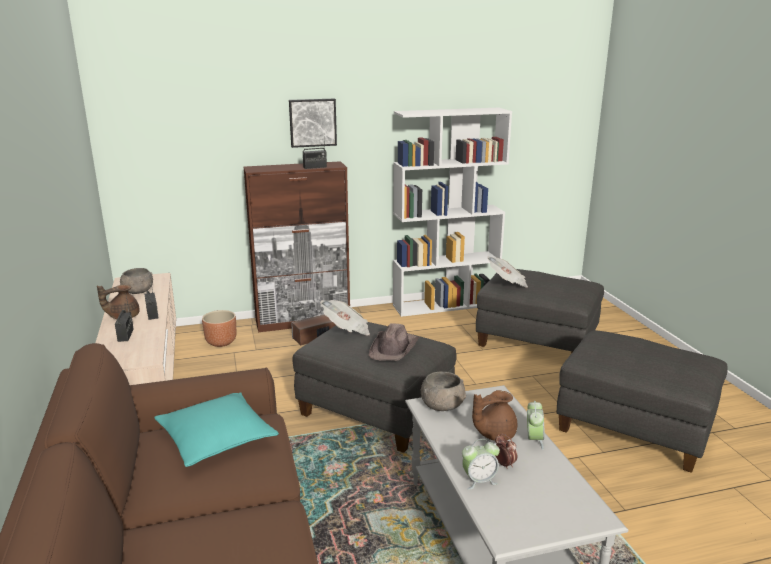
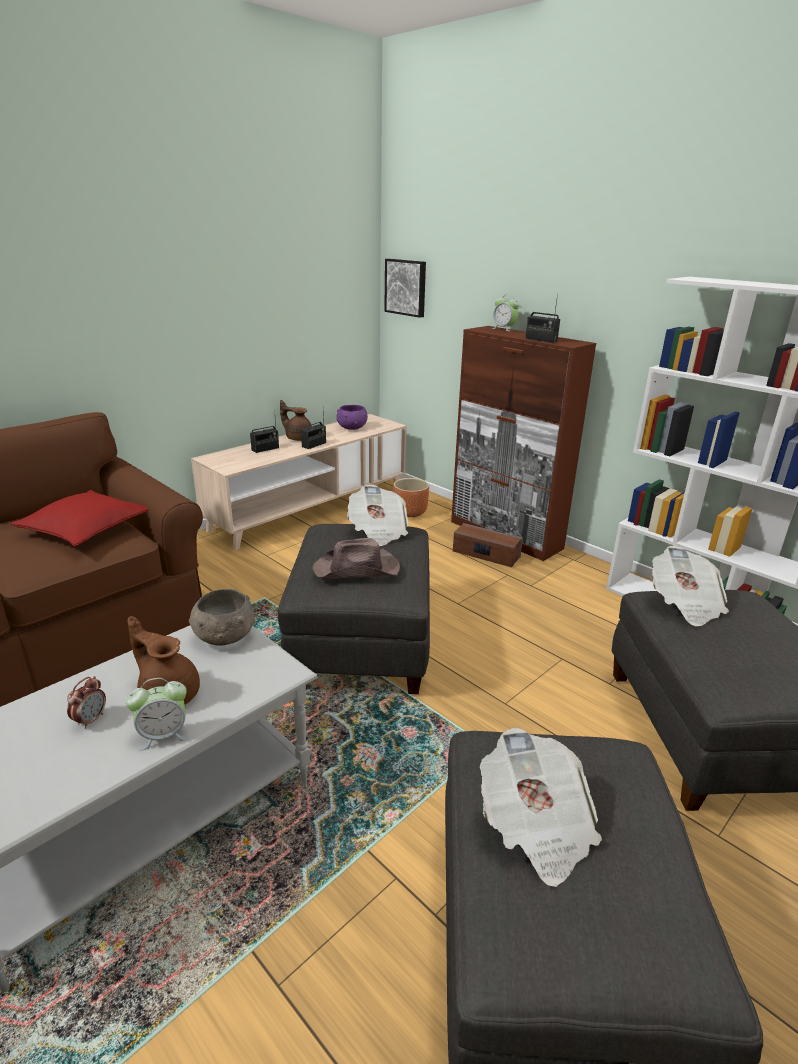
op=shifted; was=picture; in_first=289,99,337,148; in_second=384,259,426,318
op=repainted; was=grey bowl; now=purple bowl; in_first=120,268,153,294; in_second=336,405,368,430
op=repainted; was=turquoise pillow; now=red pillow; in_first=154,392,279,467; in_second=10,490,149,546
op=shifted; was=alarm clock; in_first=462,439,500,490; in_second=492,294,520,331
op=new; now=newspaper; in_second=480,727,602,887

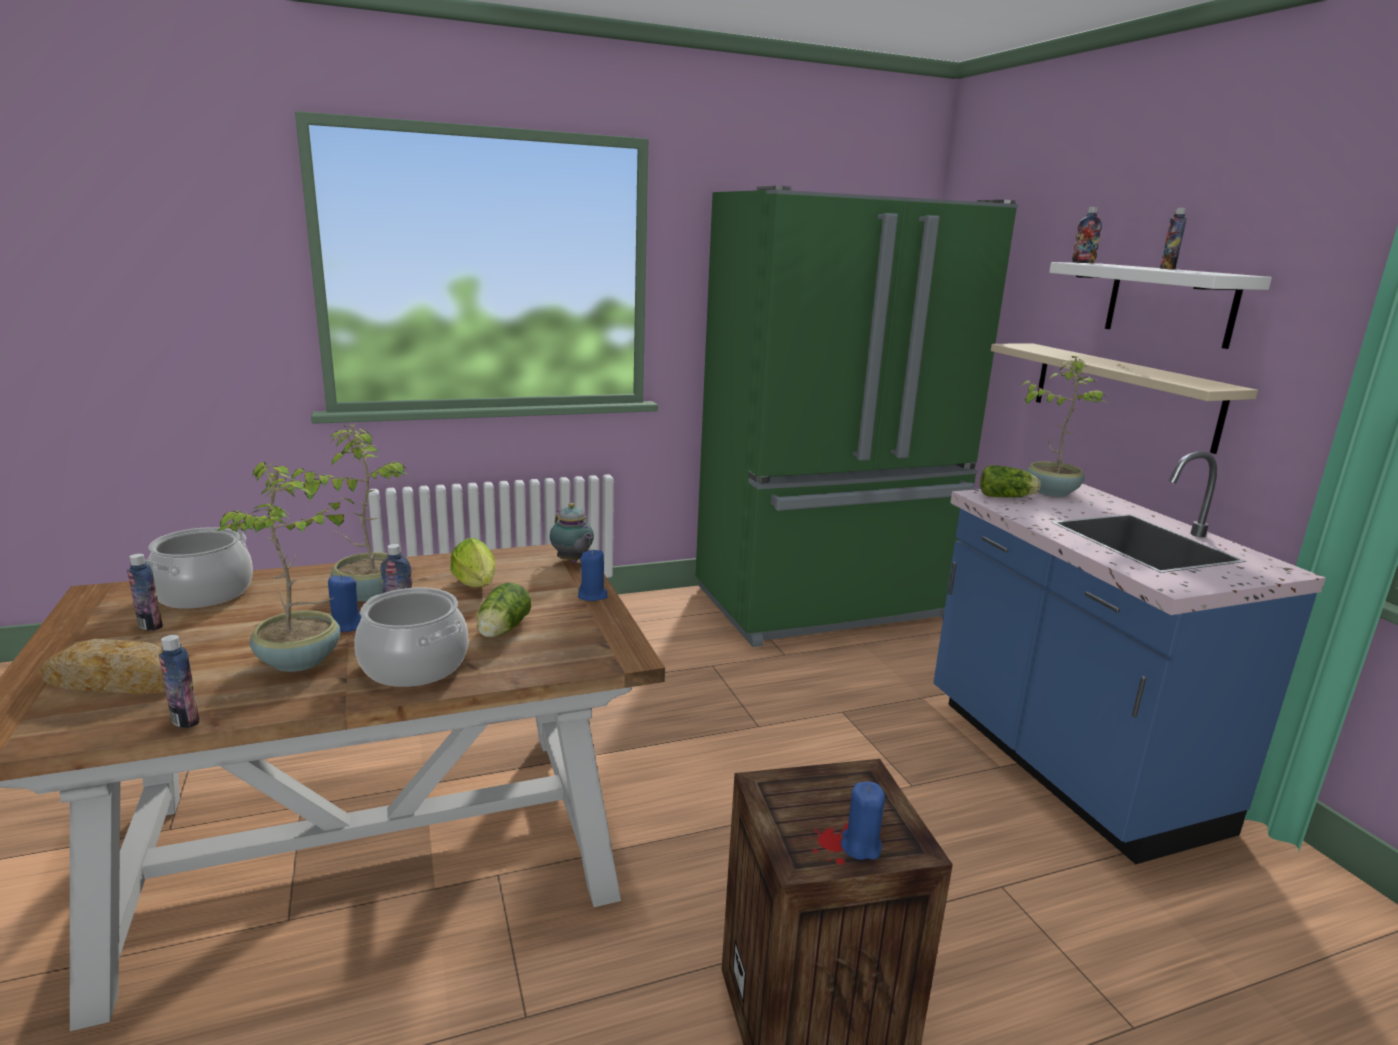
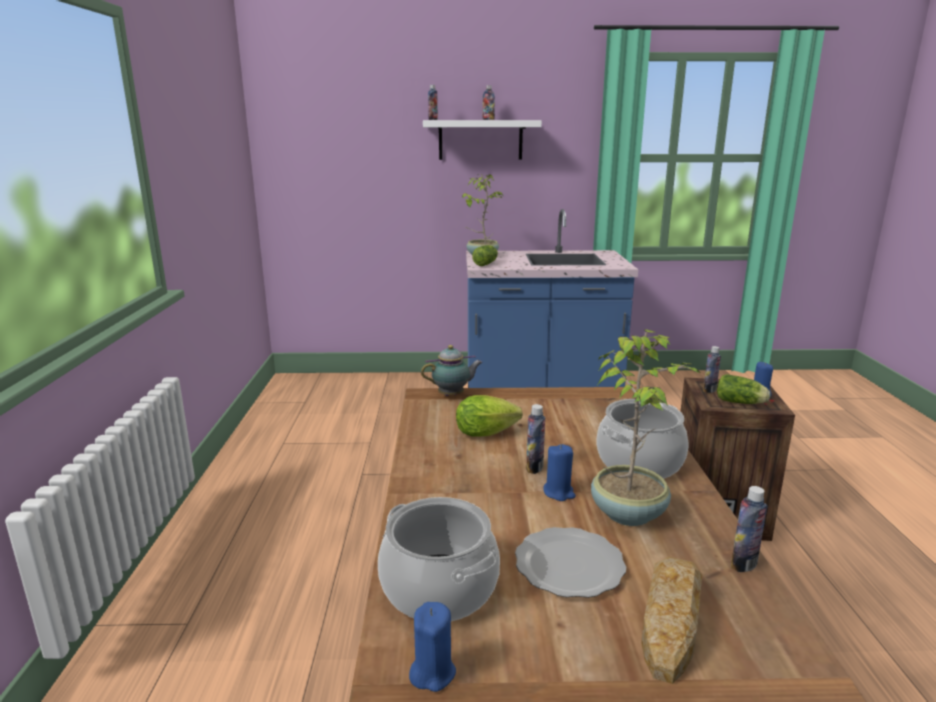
op=gone; was=green fridge; in_first=696,186,1018,647
op=gone; was=beige shelf; in_first=991,343,1258,454
op=gone; was=potted plant; in_first=291,425,408,601
op=shifted; was=blue candle; in_first=578,549,608,601; in_second=409,602,456,692
op=shifted; was=bottle; in_first=127,553,163,631; in_second=703,346,721,393
op=shifted; was=lettuce; in_first=477,582,531,638; in_second=717,374,770,404
op=new; now=plate; in_second=515,527,626,598

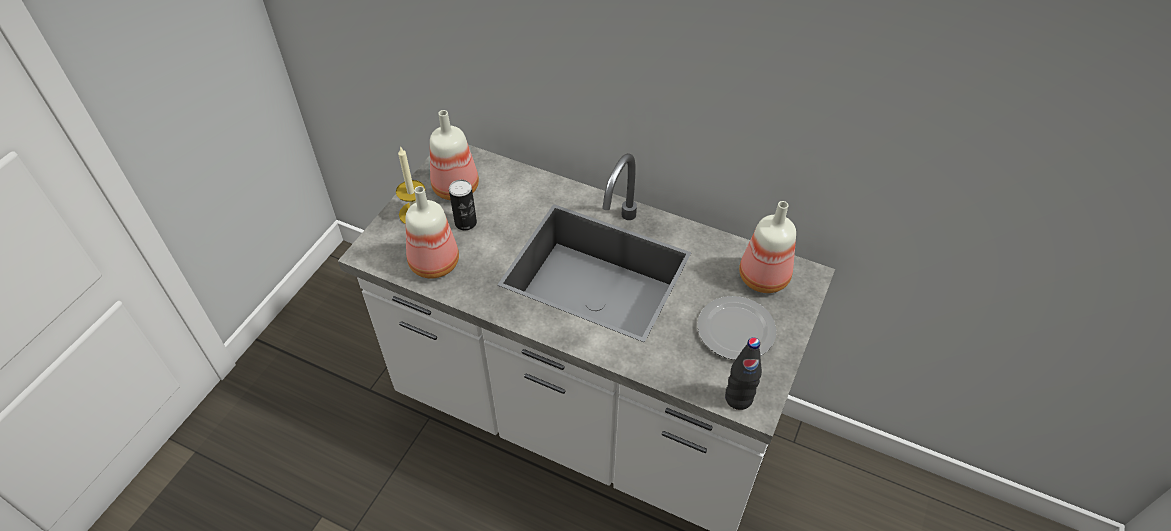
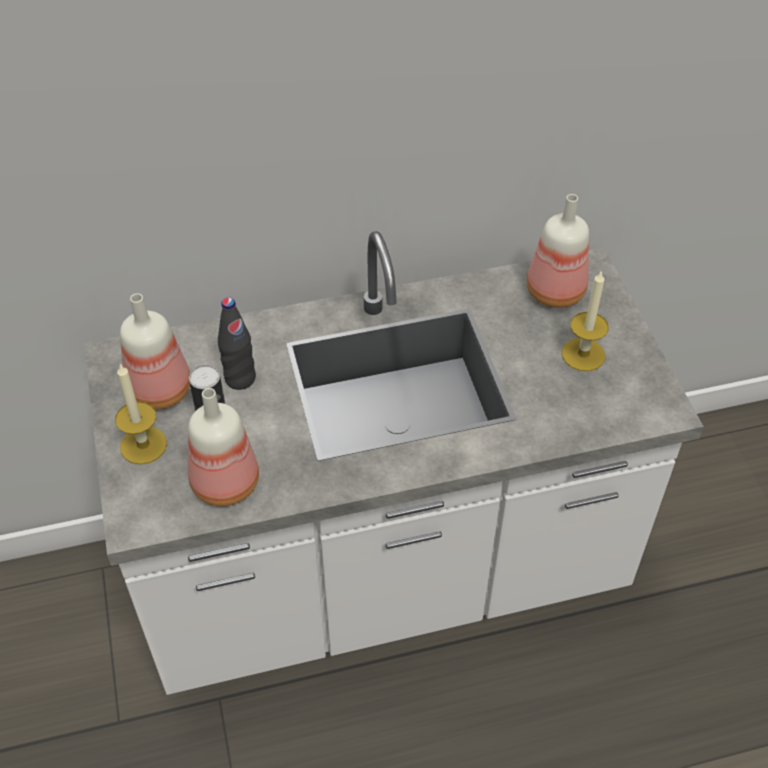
op=swapped; was=plate; now=candle; in_first=697,296,776,360; in_second=562,270,609,371
op=shifted; was=black bottle; in_first=725,337,762,410; in_second=218,297,256,390

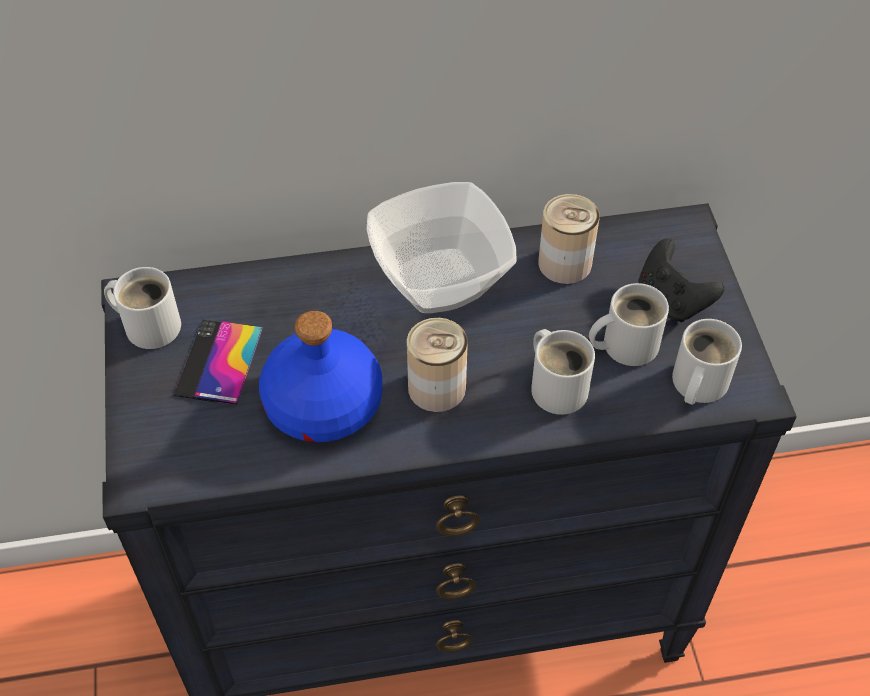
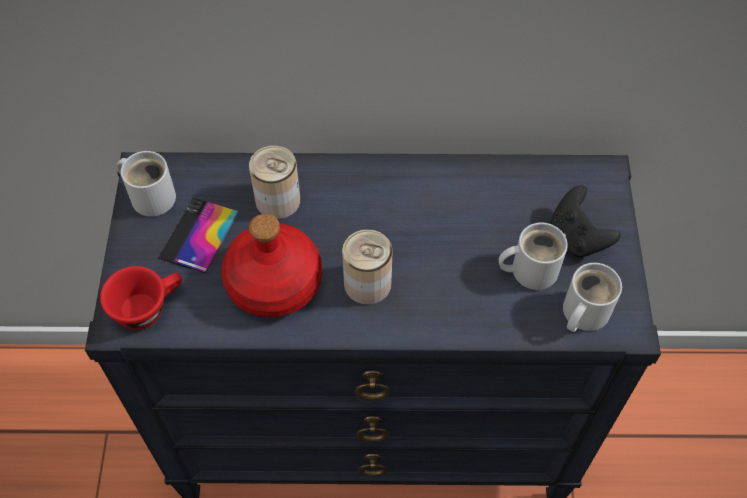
op=gone; was=bowl; in_first=367,182,517,313
op=shifted; was=can; in_first=538,194,599,284; in_second=249,146,300,219
op=repainted; was=blue bottle; now=red bottle; in_first=259,311,382,442; in_second=221,214,322,317
op=gone; was=white mug; in_first=531,329,595,415
op=new; now=red cup; in_second=100,266,182,330

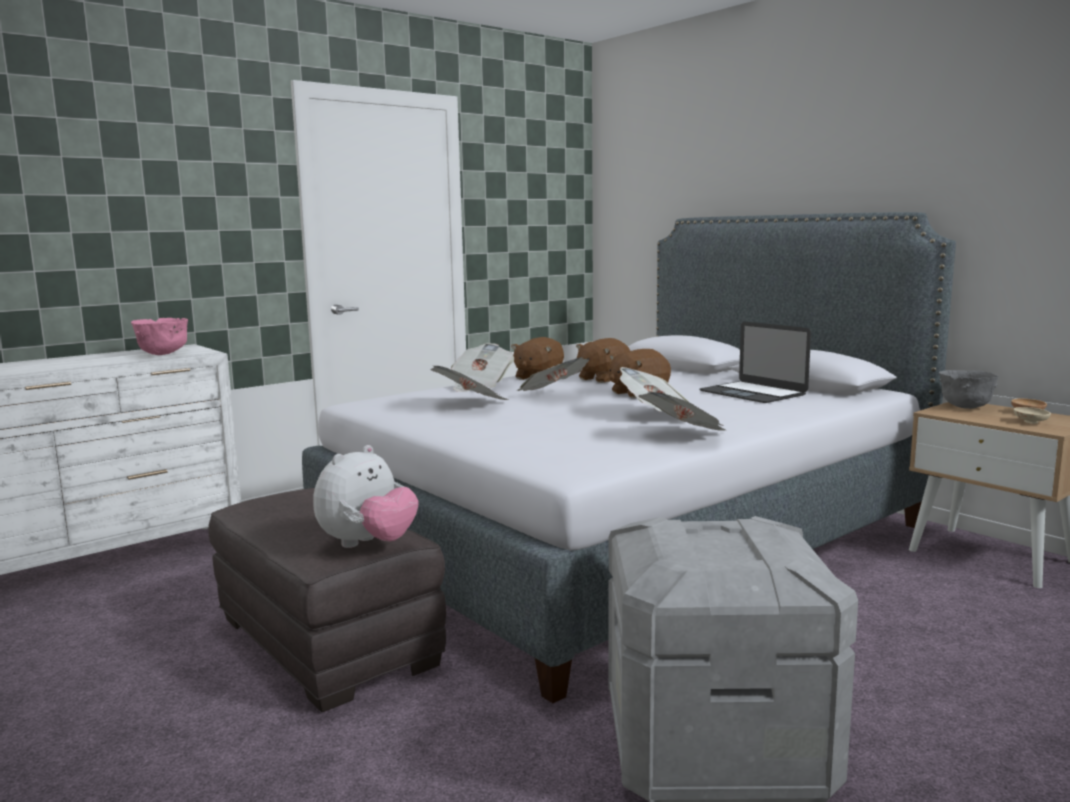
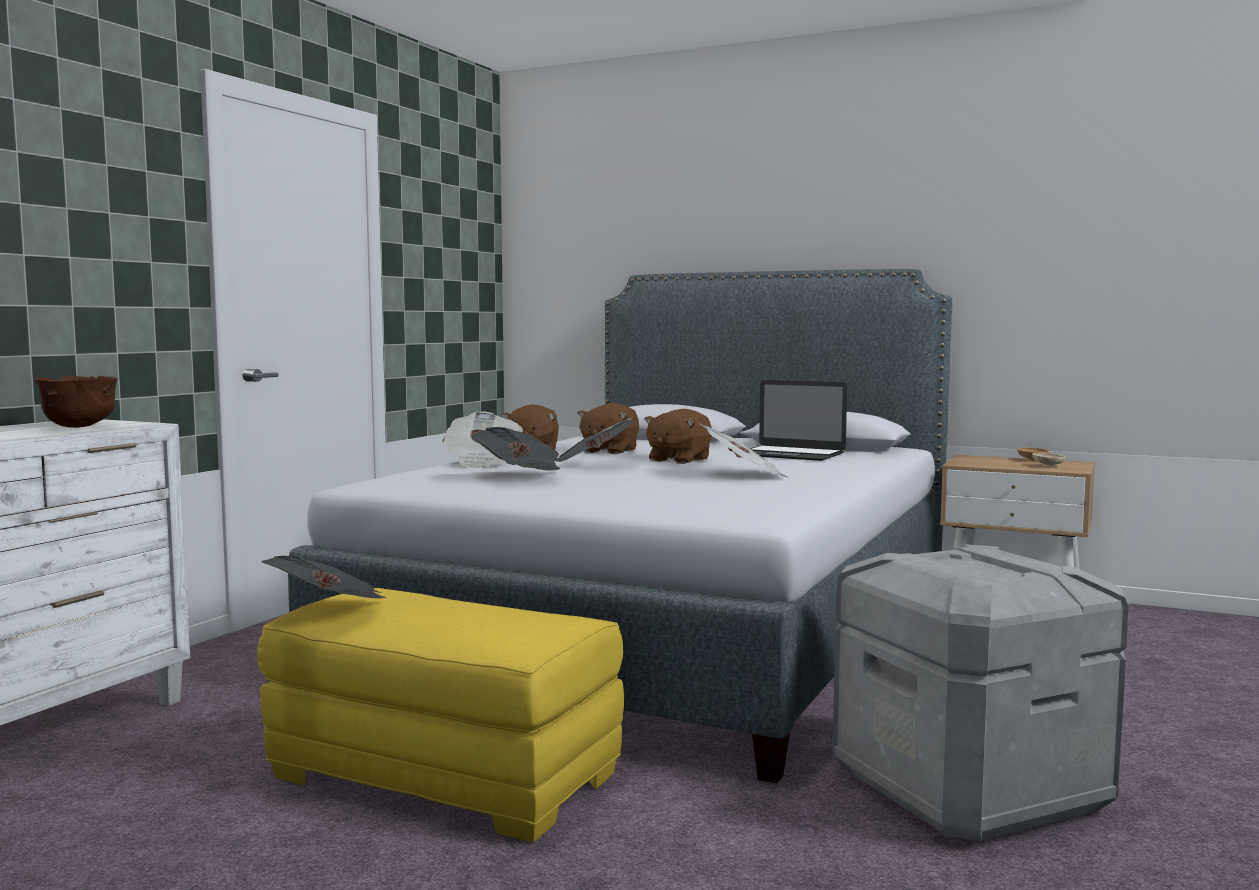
op=repainted; was=pink bowl; now=brown bowl; in_first=131,318,188,355; in_second=34,376,118,428
op=gone; was=grey bowl; in_first=939,370,998,409
op=shifted; was=newspaper; in_first=638,392,726,431; in_second=262,556,386,599
op=gone; was=plush toy; in_first=313,445,419,548
op=repainted; was=grey ottoman; now=yellow ottoman; in_first=208,488,446,712; in_second=257,588,624,842

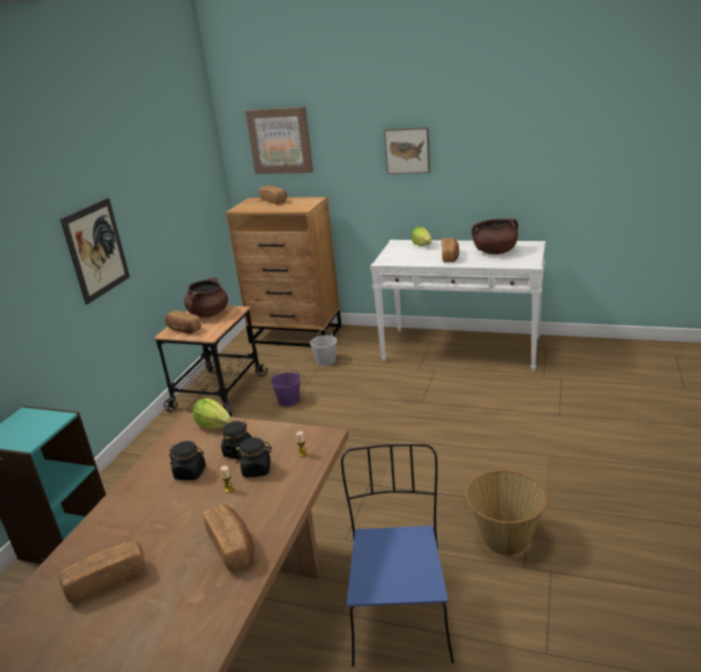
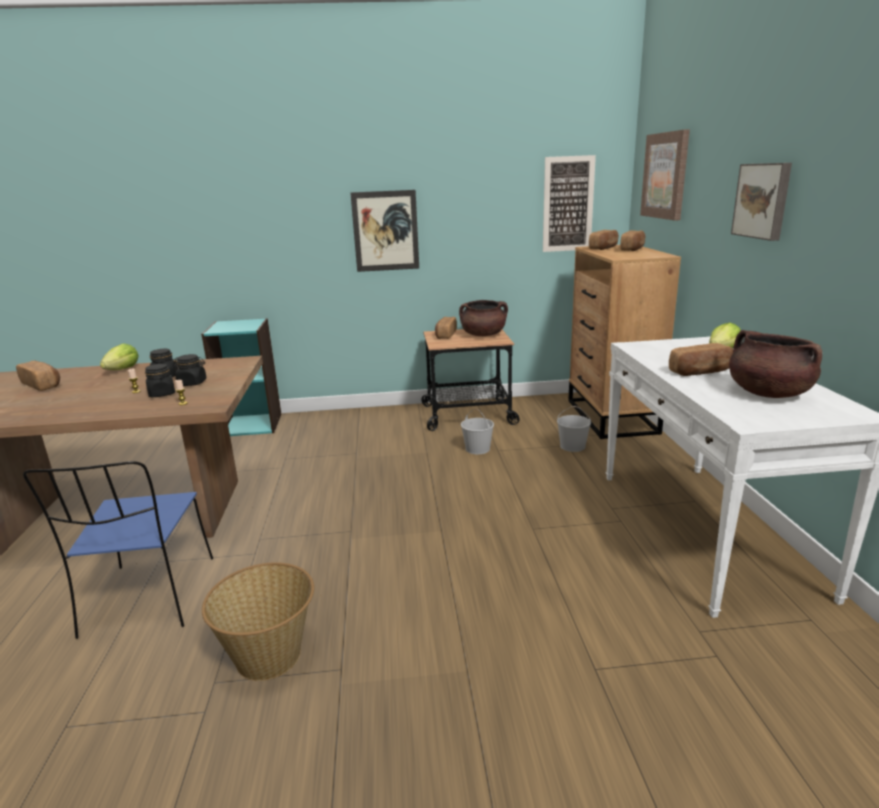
op=repainted; was=purple bucket; now=white bucket; in_first=271,367,300,407; in_second=461,409,494,454
op=shifted; was=lettuce; in_first=193,398,232,429; in_second=100,343,139,370
op=rotated; was=blue chair; in_first=341,444,454,667; in_second=23,461,213,639; clockwise=105
op=shifted; was=bread; in_first=203,504,255,572; in_second=589,230,619,250
op=new; now=picture; in_second=543,155,596,252

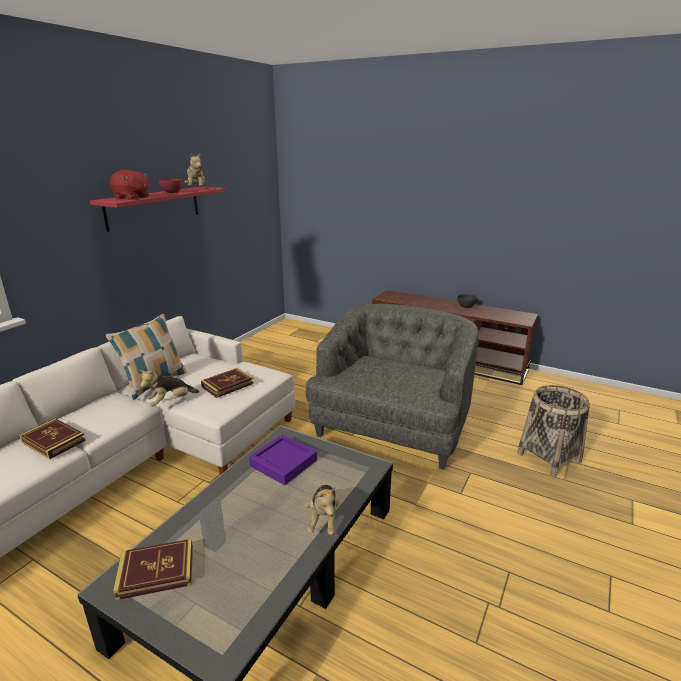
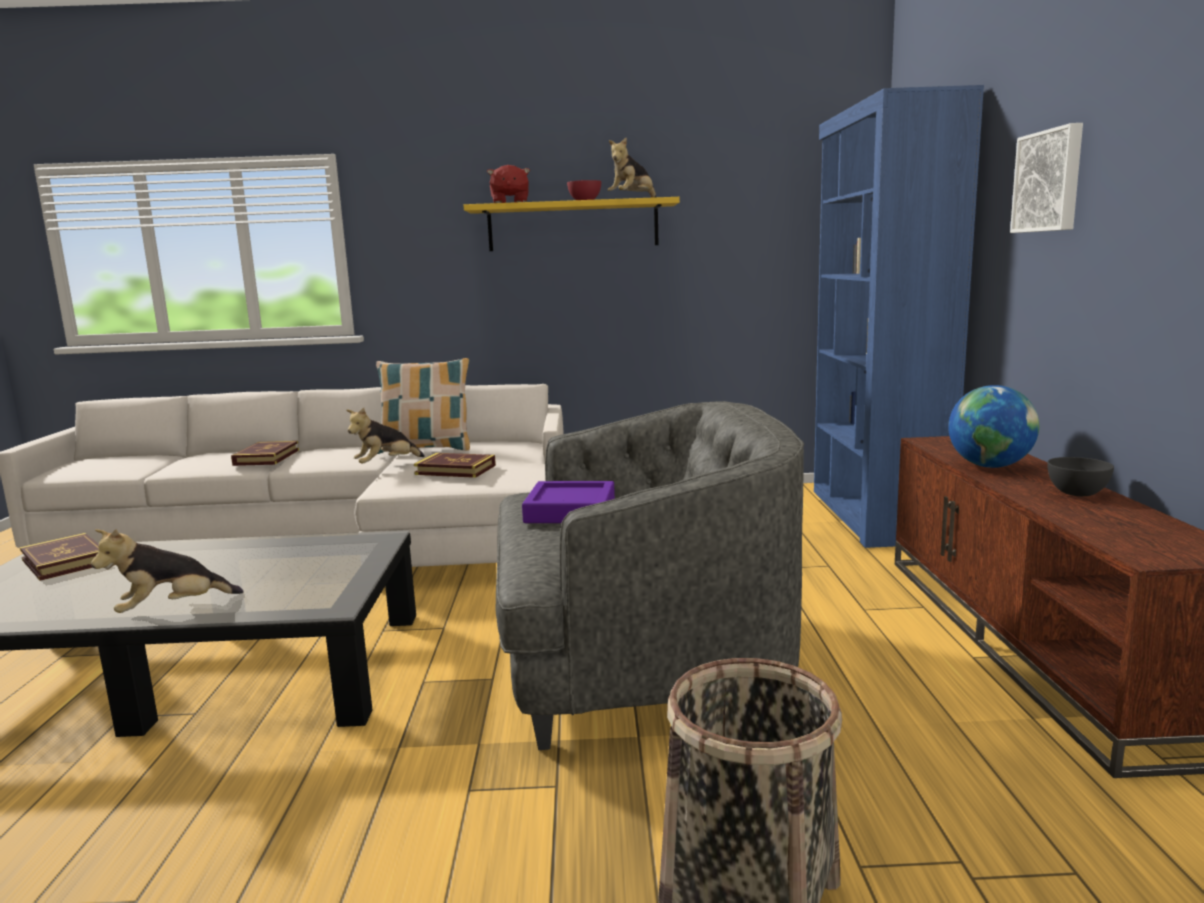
op=repainted; was=red shelf; now=yellow shelf; in_first=90,187,226,232; in_second=463,197,680,251
op=rotated; was=plush toy; in_first=139,370,199,406; in_second=346,408,425,464; clockwise=-60
op=shifted; was=purple tray; in_first=249,435,317,485; in_second=522,481,615,523
op=new; now=blue bookcase; in_second=814,85,984,548
op=new; now=picture; in_second=1010,123,1083,233
op=new; now=globe; in_second=948,385,1039,468

